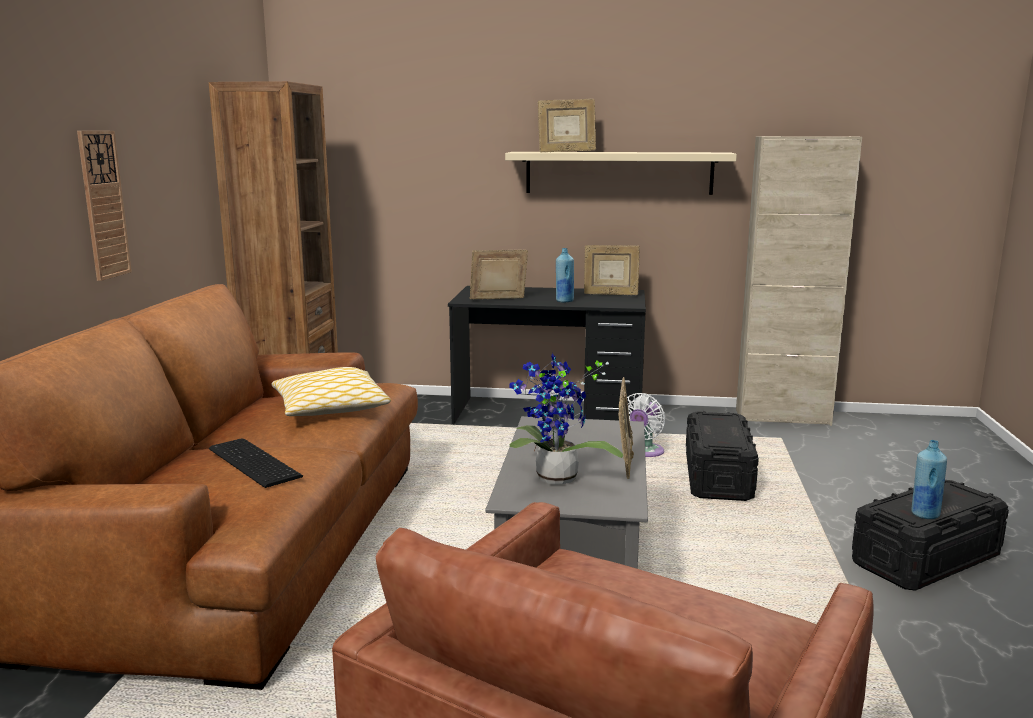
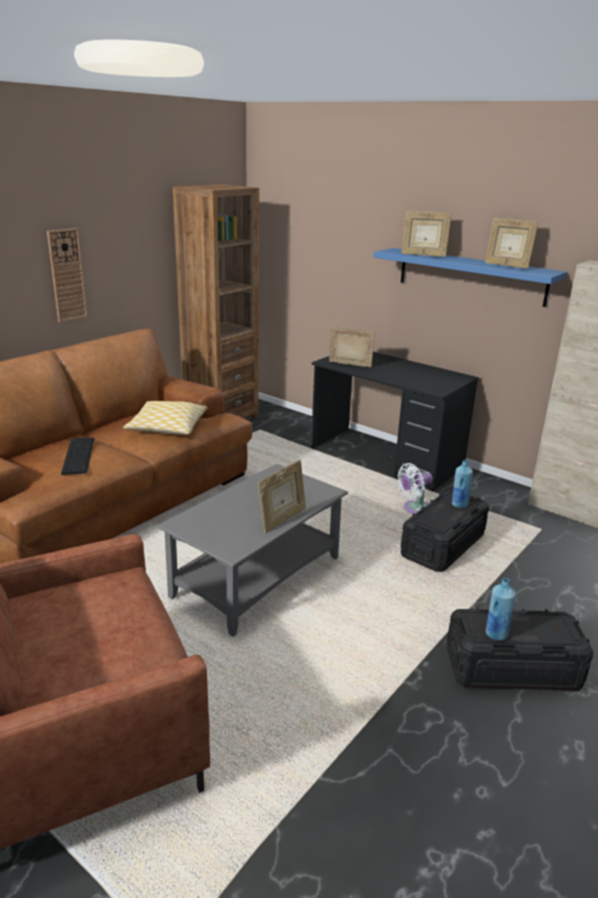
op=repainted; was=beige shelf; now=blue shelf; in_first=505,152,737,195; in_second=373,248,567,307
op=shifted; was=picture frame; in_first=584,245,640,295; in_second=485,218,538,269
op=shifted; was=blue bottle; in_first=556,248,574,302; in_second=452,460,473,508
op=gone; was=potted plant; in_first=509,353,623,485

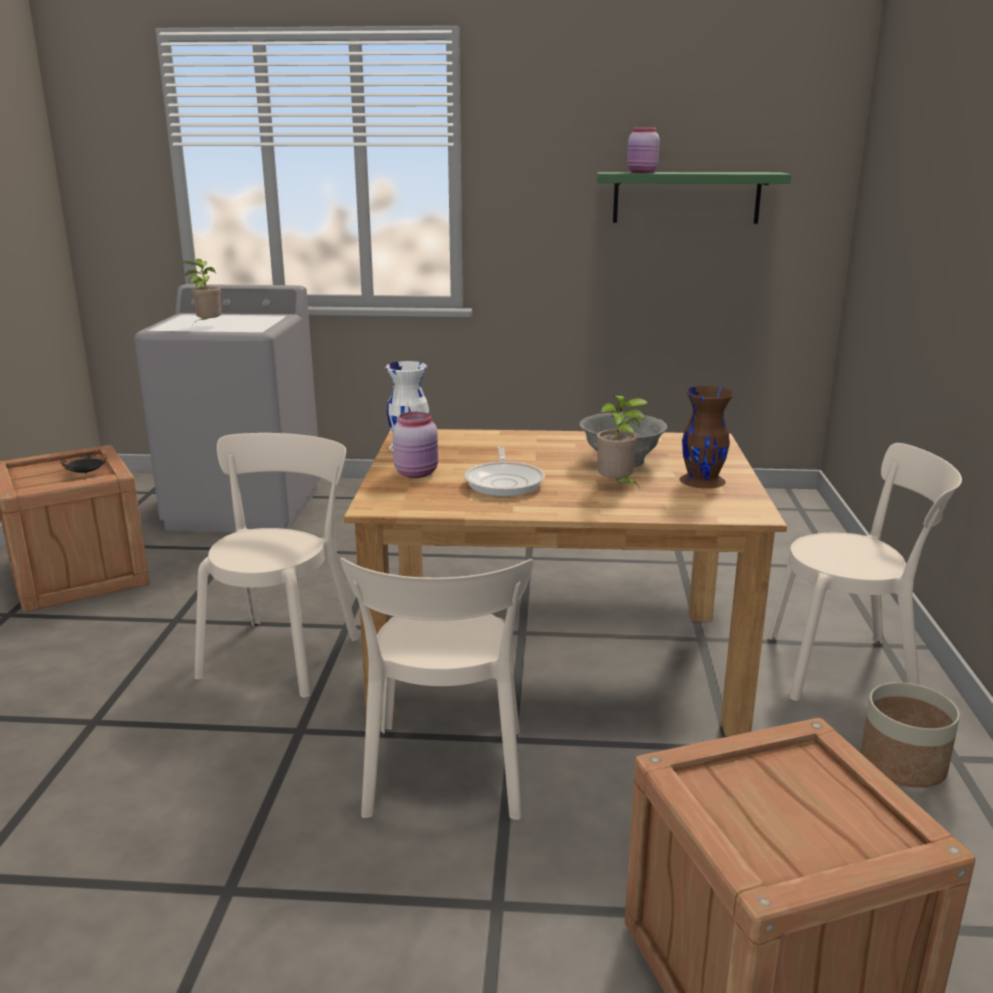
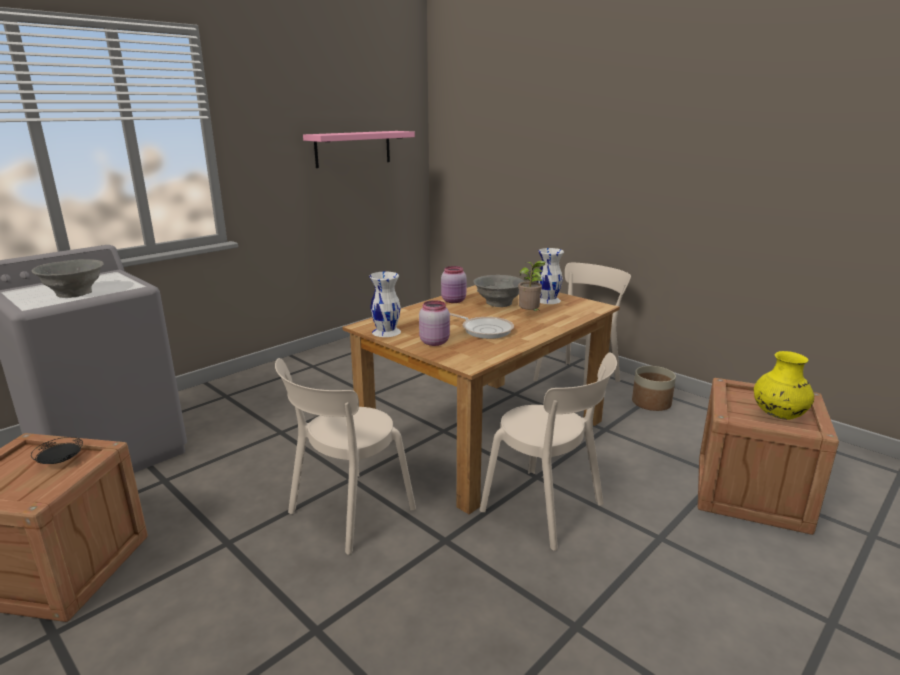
op=shifted; was=pink jar; in_first=627,128,660,173; in_second=441,266,467,303
op=repainted; was=green shelf; now=pink shelf; in_first=596,172,791,224; in_second=303,131,415,168
op=swapped; was=potted plant; now=grey bowl; in_first=183,259,222,324; in_second=32,259,104,298
op=repainted; was=brown vase; now=white vase; in_first=680,386,734,489; in_second=537,248,564,304
op=rotated; was=beige chair; in_first=194,433,359,698; in_second=275,358,416,555; clockwise=-105
op=new; now=yellow vase; in_second=754,351,814,420

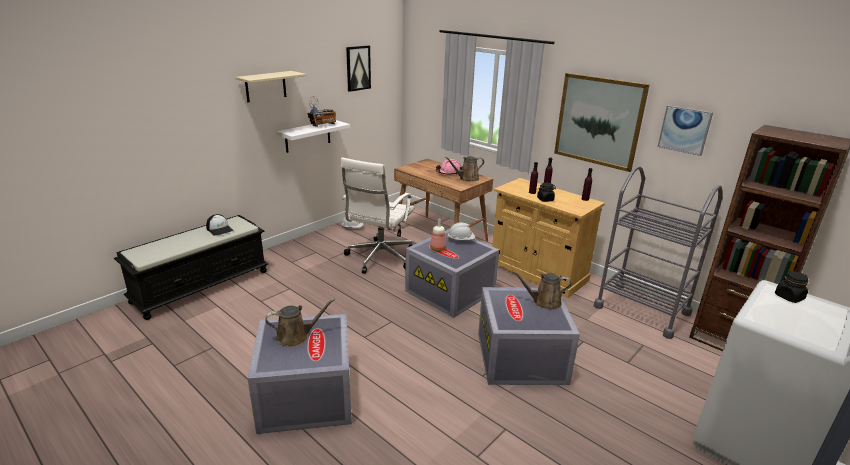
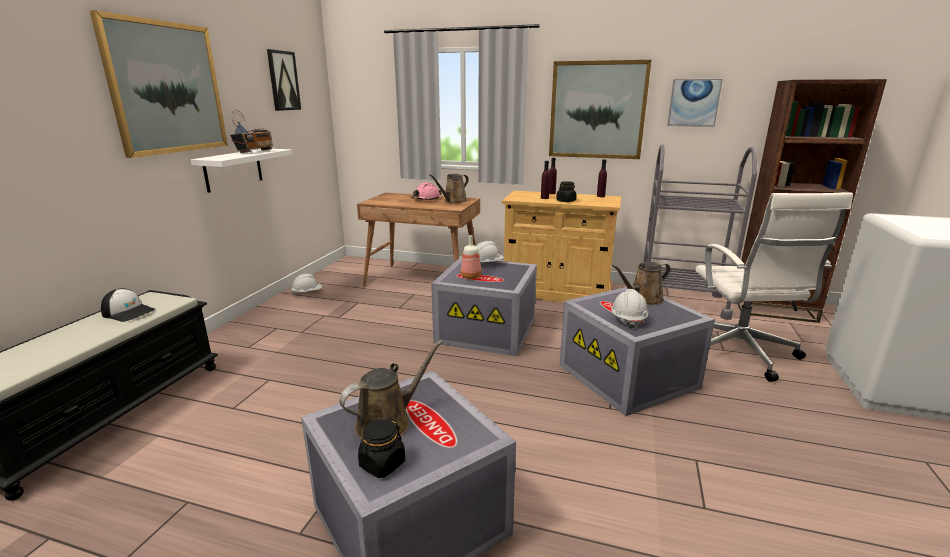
op=swapped; was=beige shelf; now=picture; in_first=235,71,306,102; in_second=90,10,228,158
op=shifted; was=white office chair; in_first=341,157,414,274; in_second=695,192,853,382
op=shifted; was=black jar; in_first=775,271,808,303; in_second=358,418,405,478
op=new; now=white hard hat; in_second=611,289,648,329

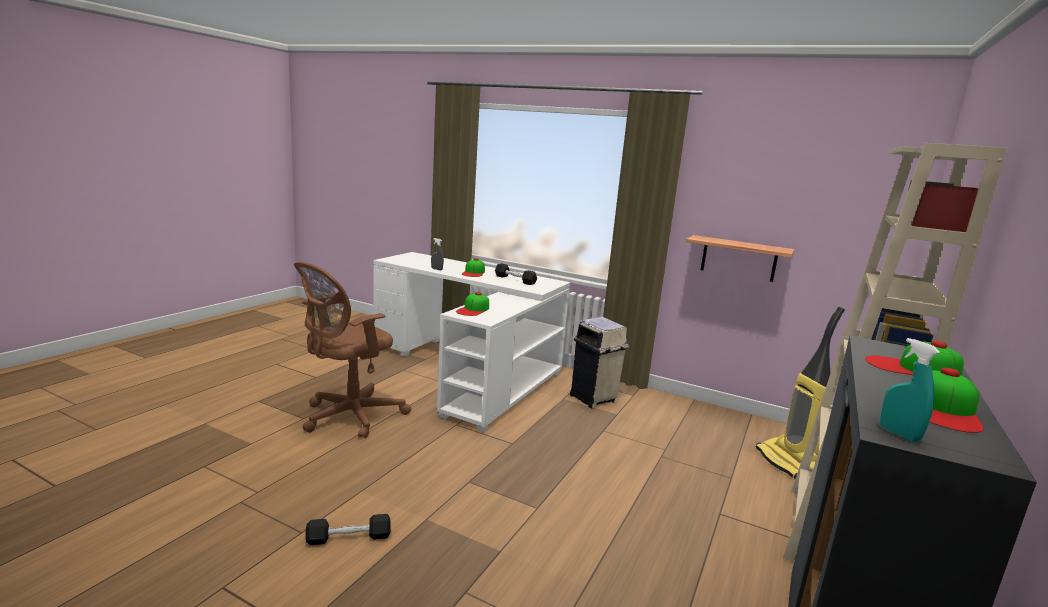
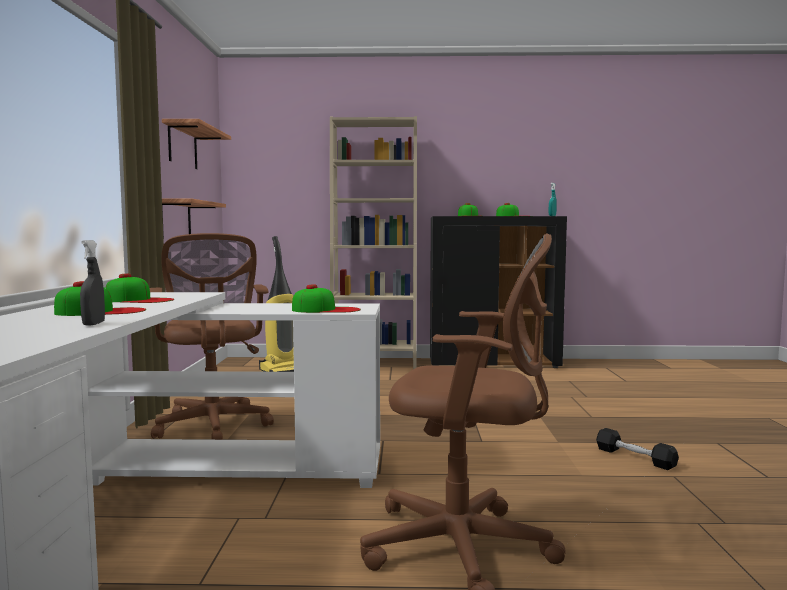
op=swapped; was=black dumbbell; now=cap; in_first=495,263,537,285; in_second=105,274,174,303
op=swapped; was=beige trash can; now=brown office chair; in_first=570,317,629,409; in_second=150,233,274,440
op=new; now=shelf; in_second=162,119,231,169

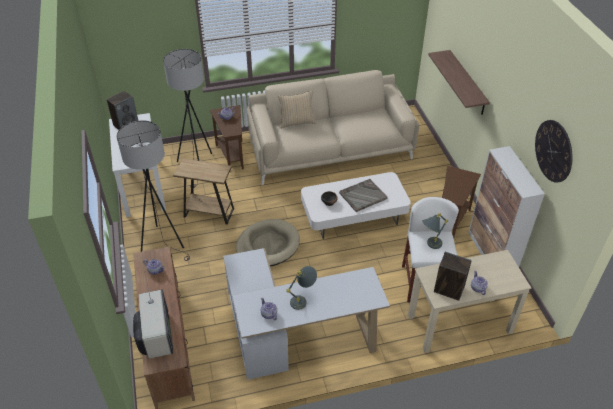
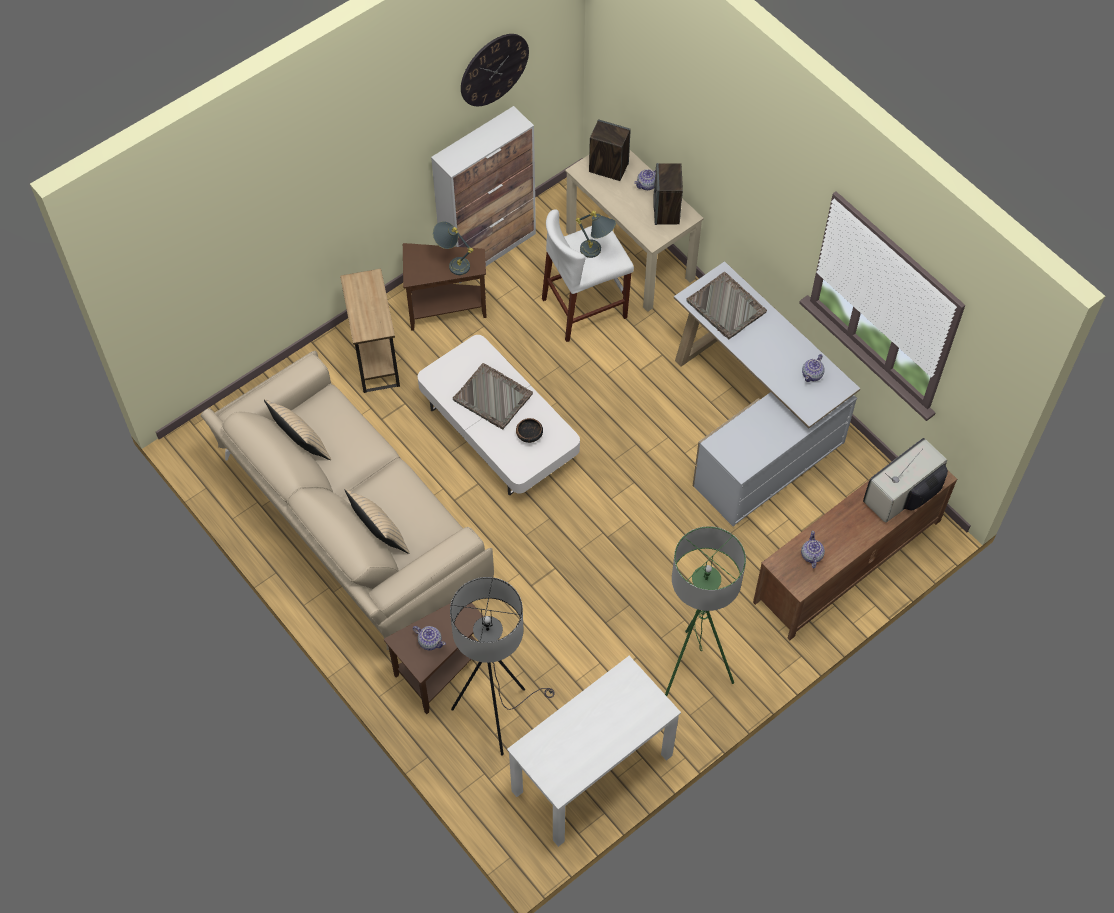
op=gone; was=shelf; in_first=428,50,490,115
op=shifted; was=speaker; in_first=107,91,138,130; in_second=589,119,631,181
op=repainted; was=grey floor lamp; now=green floor lamp; in_first=117,120,190,261; in_second=665,526,746,696
op=shifted; was=brown side table; in_first=174,158,234,225; in_second=340,269,400,393
op=gone; was=beige dog bed; in_first=236,219,300,266
op=shifted; was=grey table lamp; in_first=286,266,317,310; in_second=433,222,473,275
op=new; now=grey tray; in_second=686,272,767,339
op=new; now=beige pillow; in_second=264,399,331,460

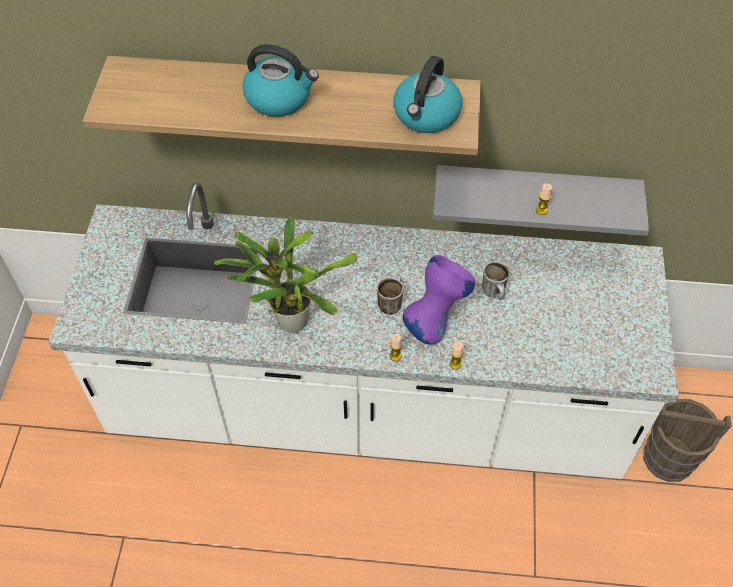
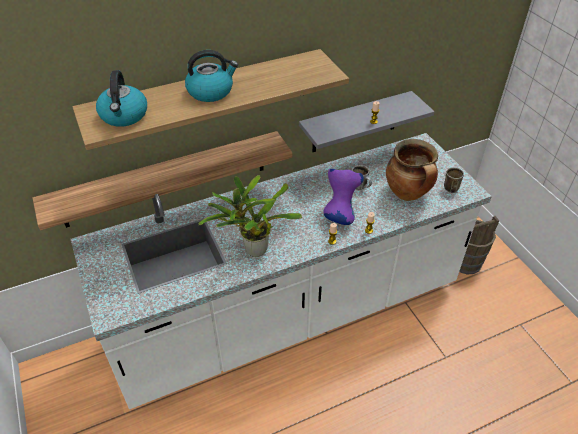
op=shifted; was=kettle; in_first=393,56,462,133; in_second=96,70,147,127
op=shifted; was=mug; in_first=377,277,404,315; in_second=444,167,464,193
op=new; now=shelf; in_second=33,131,292,230
op=new; now=cooking pot; in_second=386,139,438,201

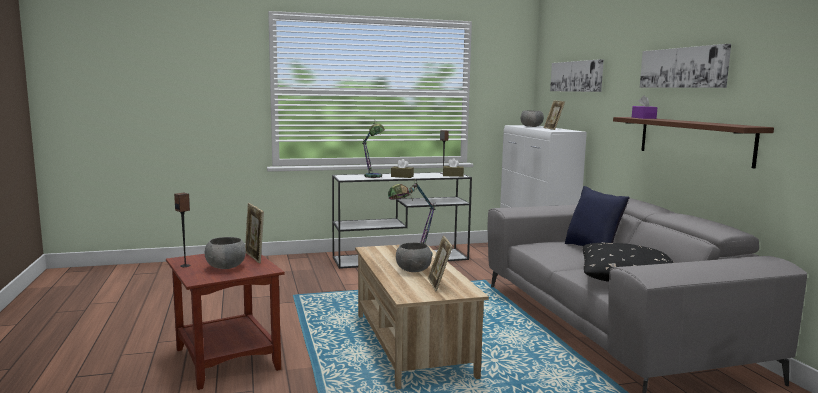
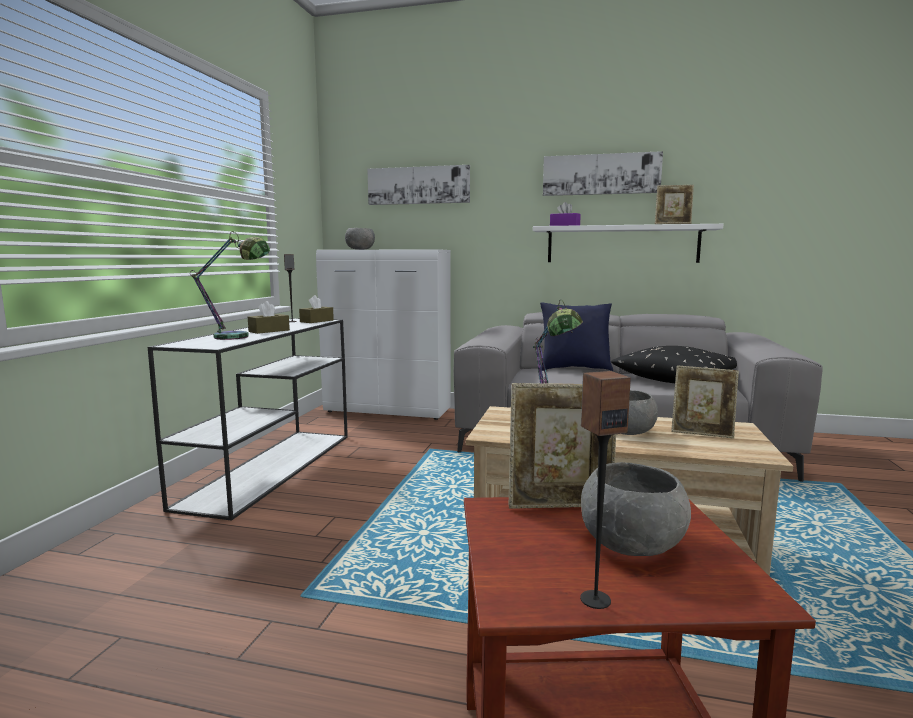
op=shifted; was=picture frame; in_first=544,100,565,130; in_second=655,185,694,224
op=repainted; was=brown shelf; now=white shelf; in_first=613,117,774,169; in_second=533,224,723,263

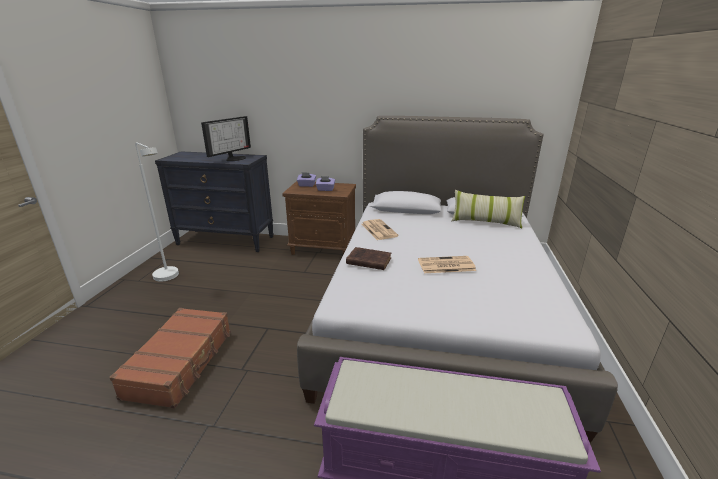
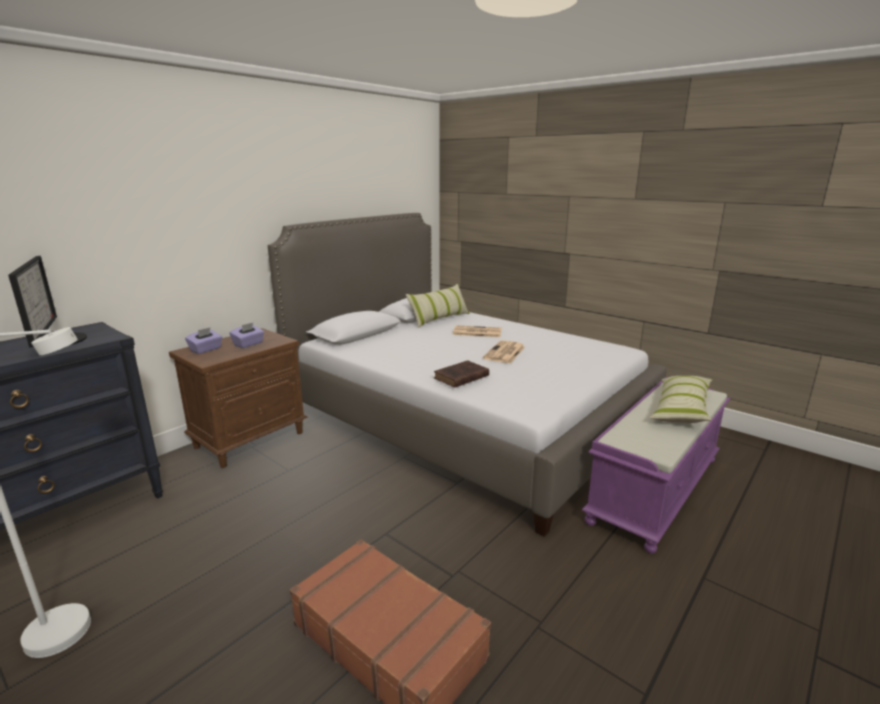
op=shifted; was=newspaper; in_first=361,219,399,240; in_second=453,325,502,337
op=new; now=pillow; in_second=650,376,713,423

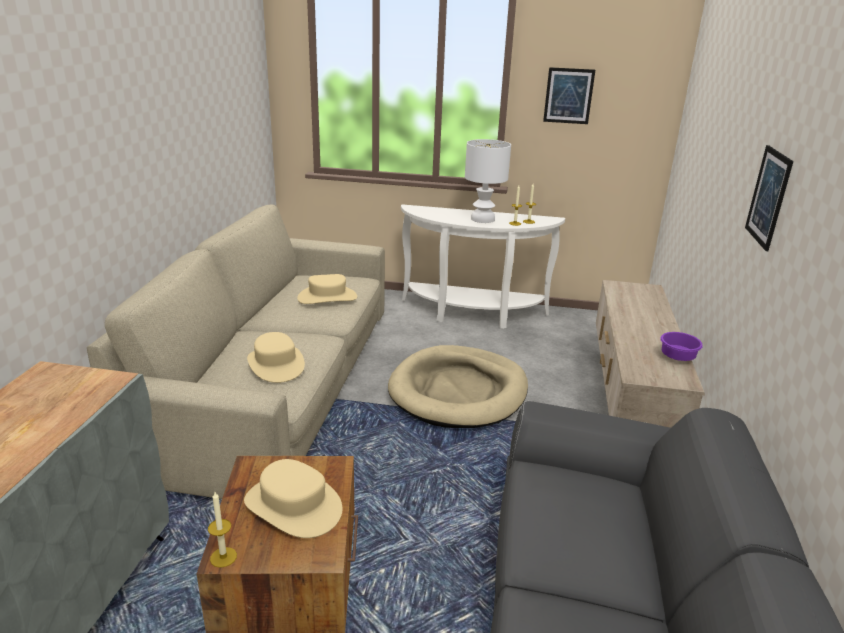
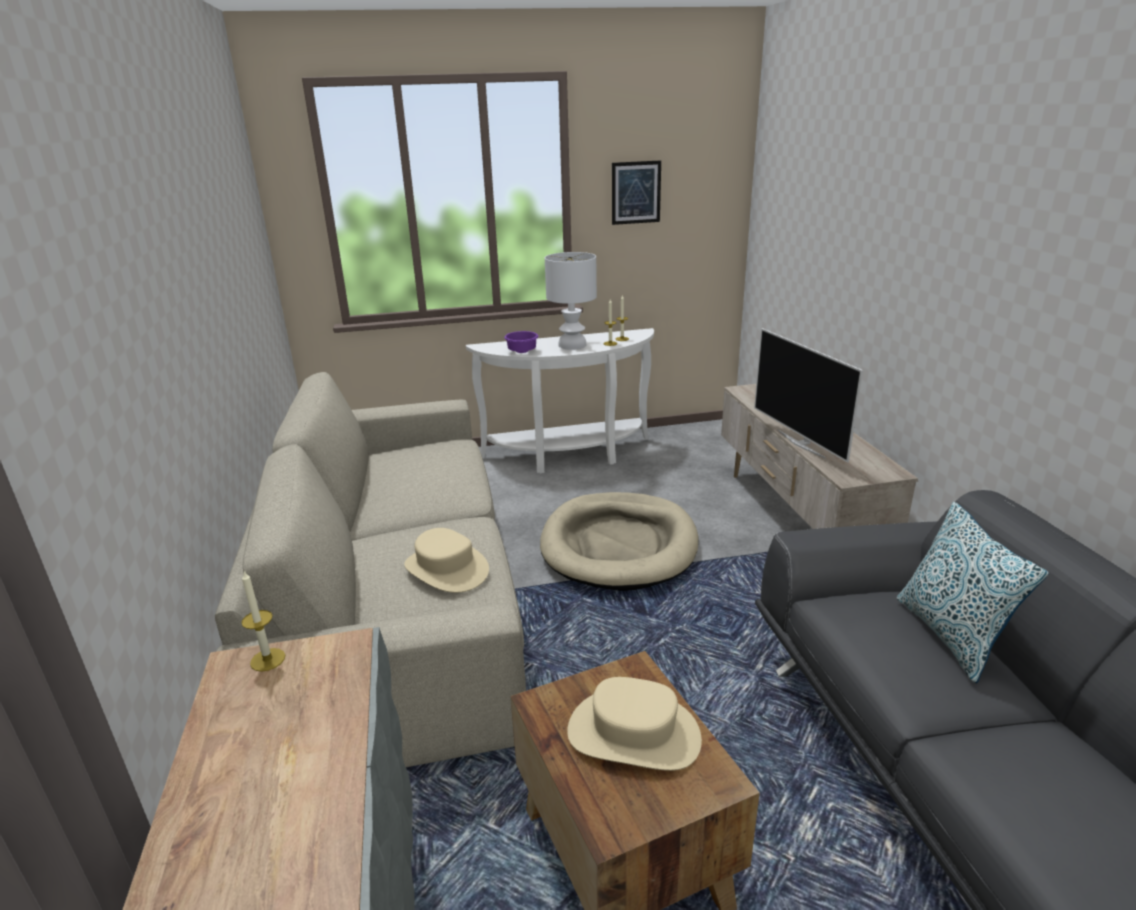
op=gone; was=picture; in_first=745,145,793,251
op=gone; was=beige hat; in_first=297,274,357,304
op=shifted; was=purple bowl; in_first=660,332,703,361; in_second=504,331,538,353
op=shifted; was=candle; in_first=208,492,237,568; in_second=241,571,285,672
op=new; now=television; in_second=754,328,863,463
op=new; now=pillow; in_second=897,502,1049,683

